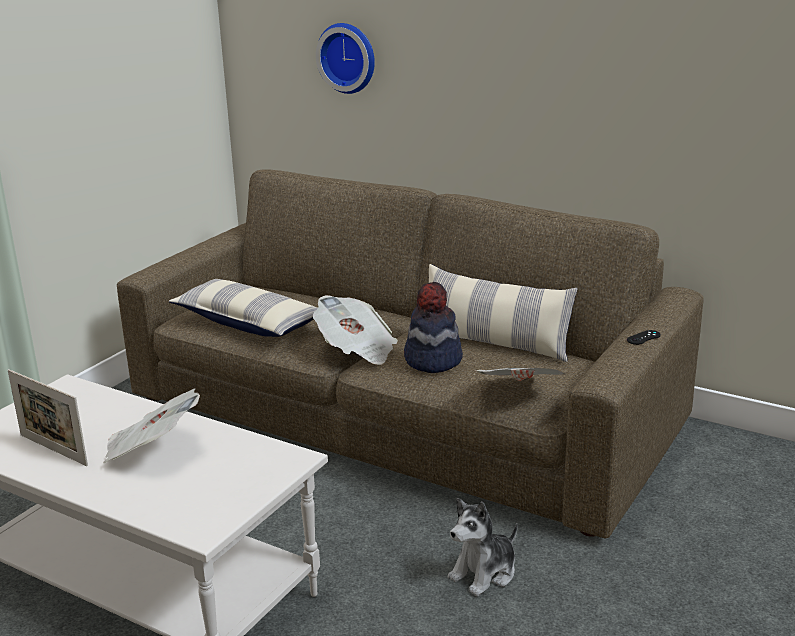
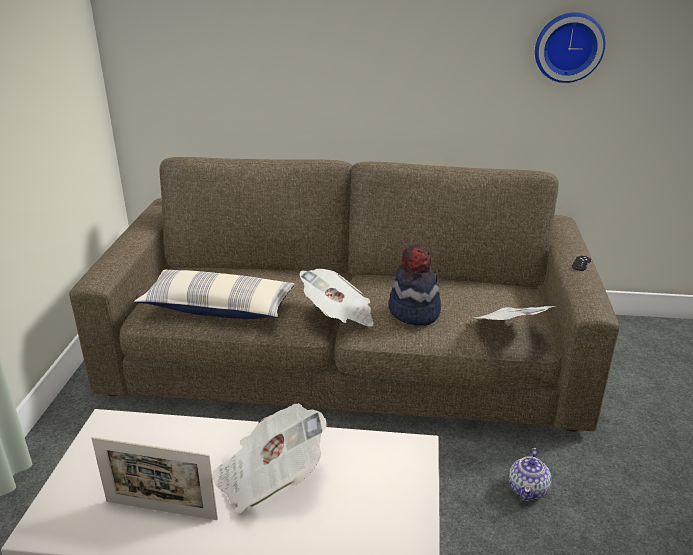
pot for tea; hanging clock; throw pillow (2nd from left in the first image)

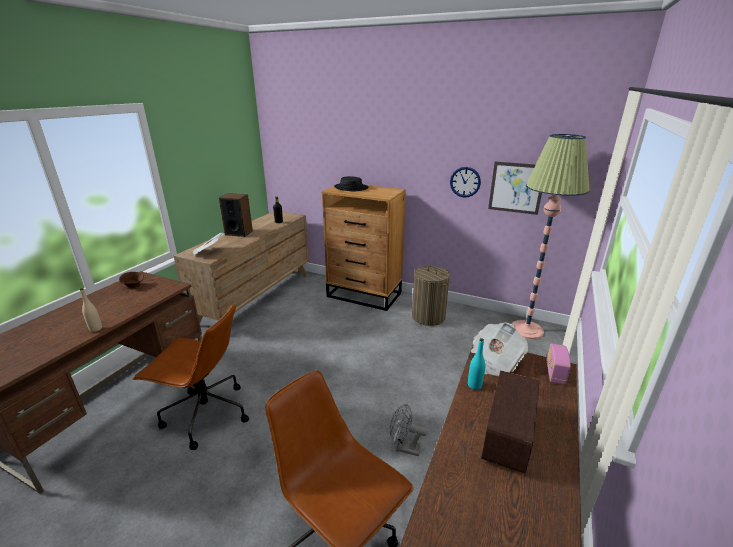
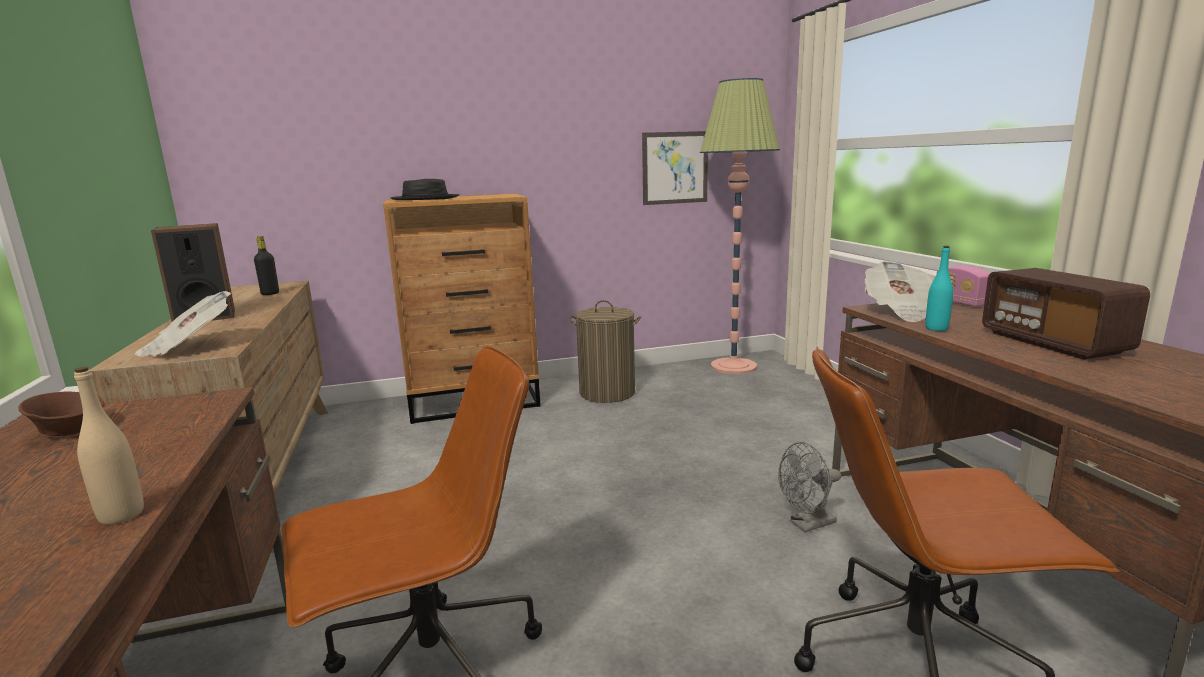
hanging clock

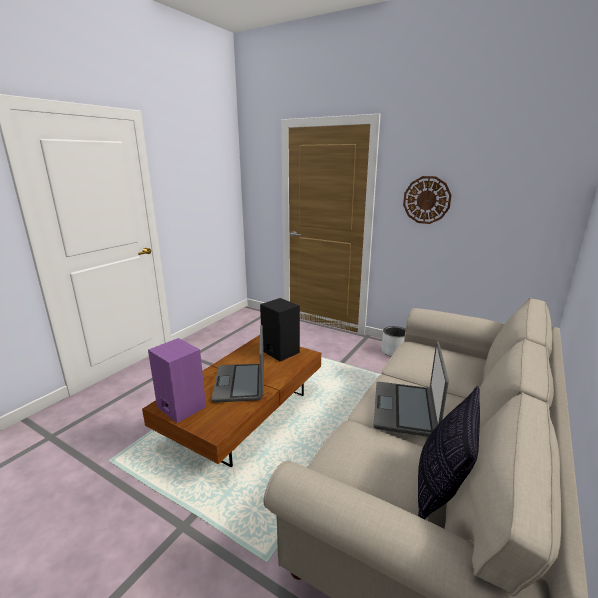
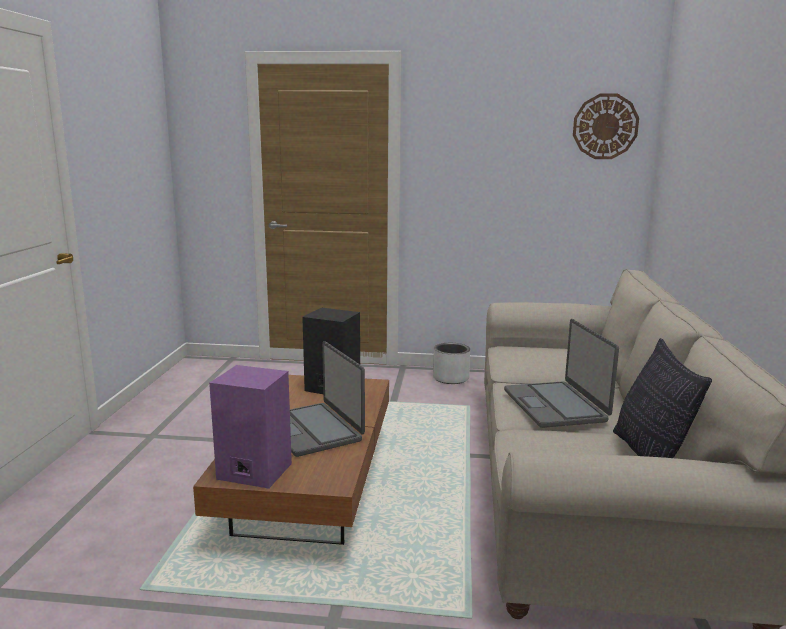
hanging clock

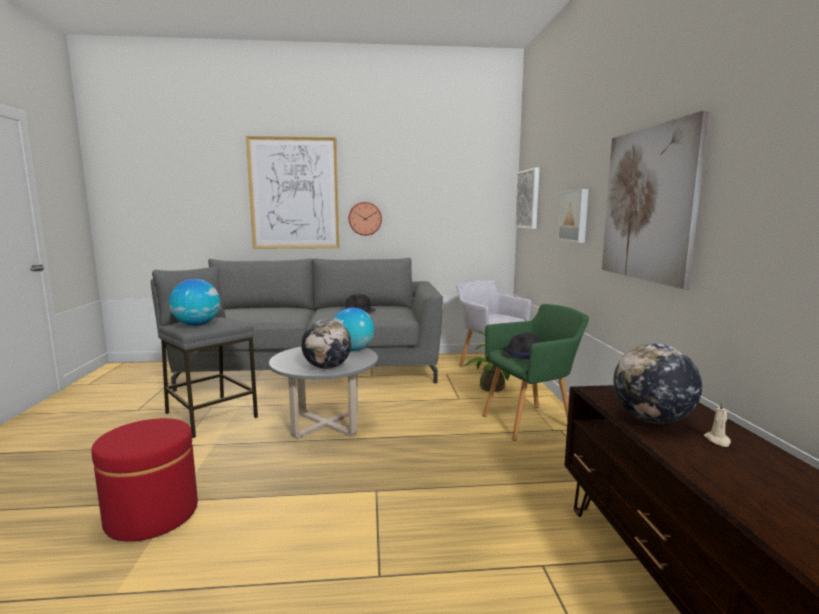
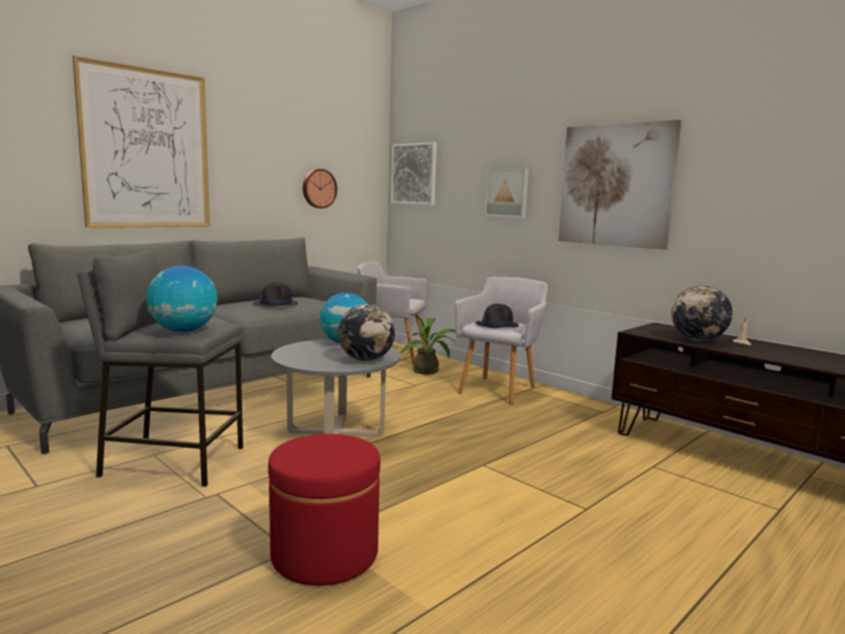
hanging clock; easy chair in grey (2nd from left)

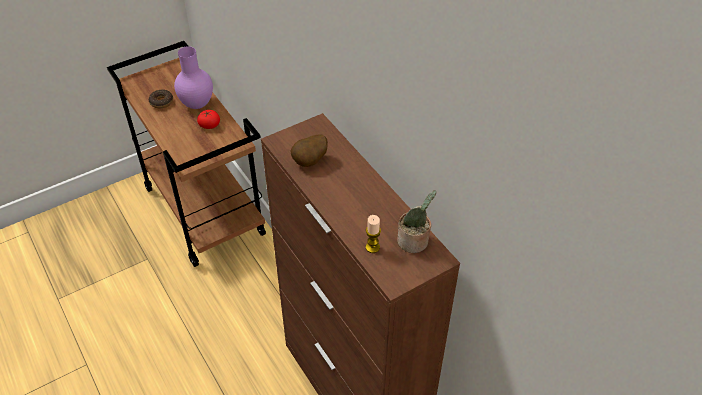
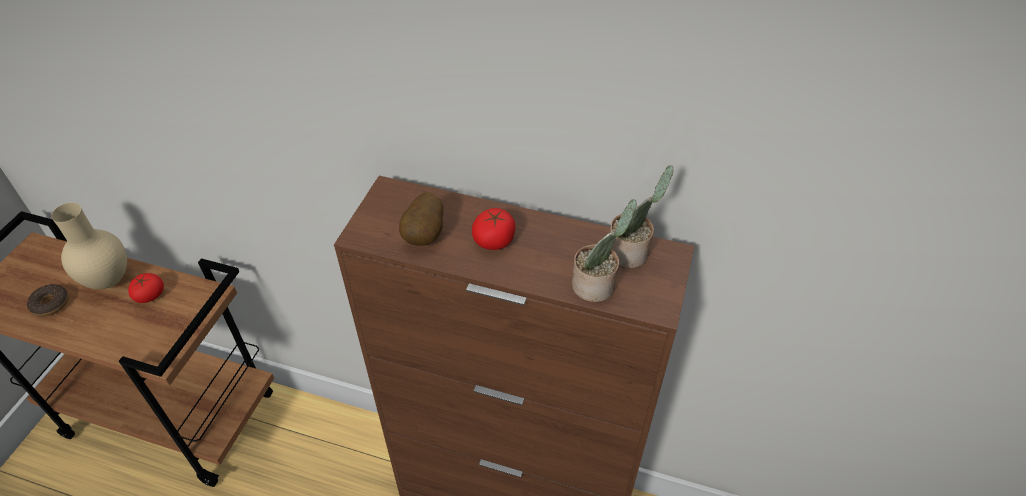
vase in beige; whole tomato (2nd from left); plant in a pot (1st from left)

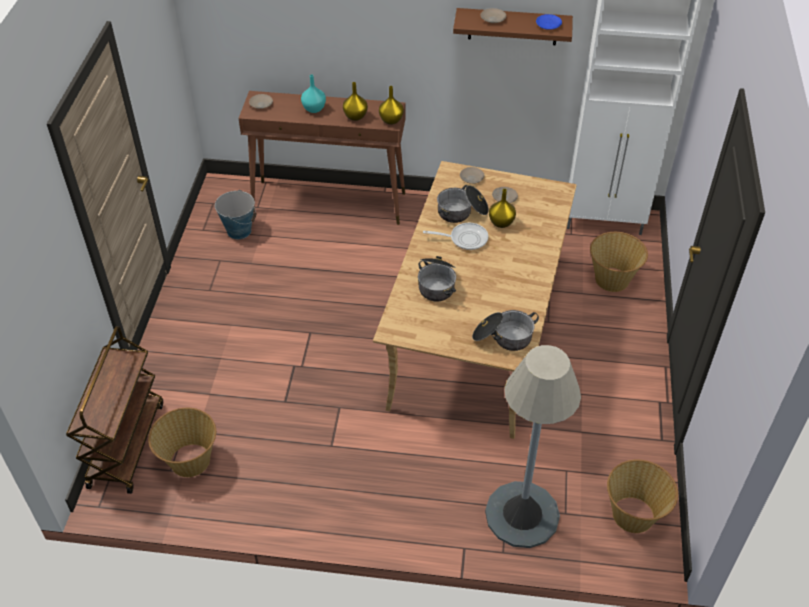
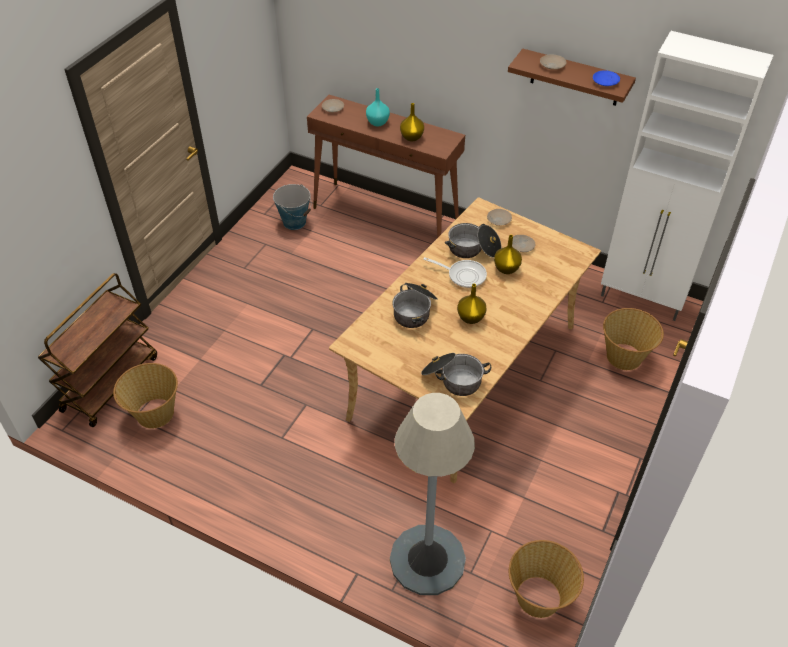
vase in yellow (2nd from left)

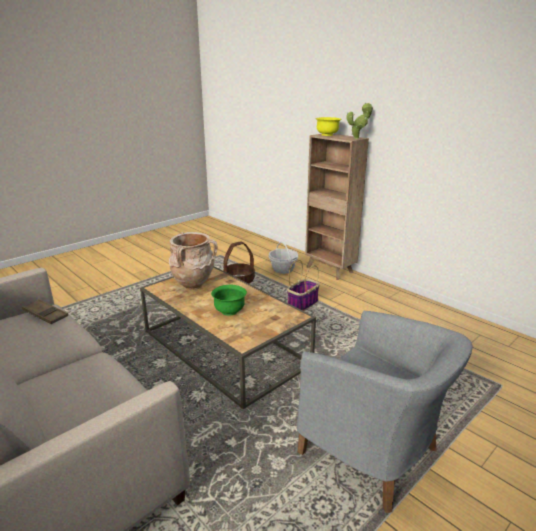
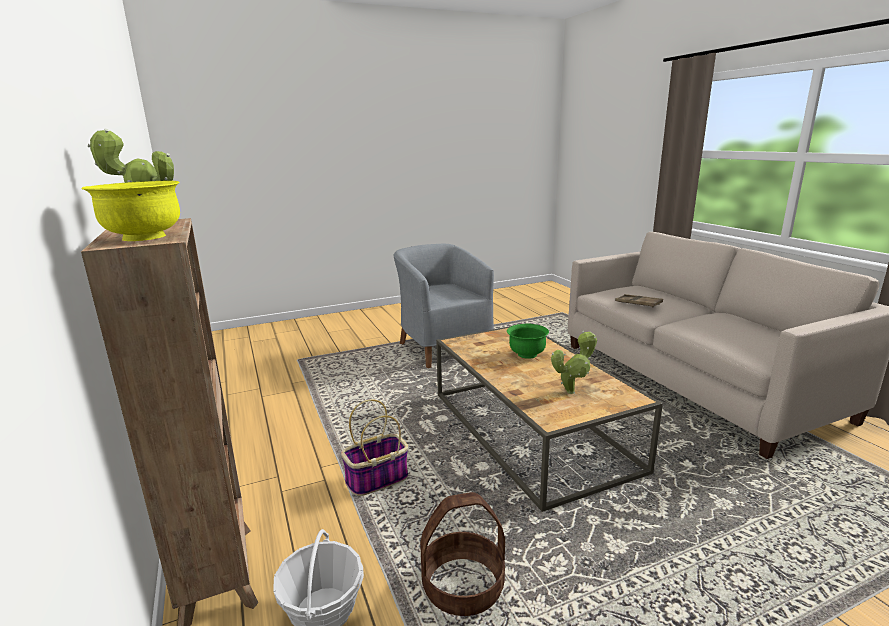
plant in a pot (2nd from left); serving tray in brownish

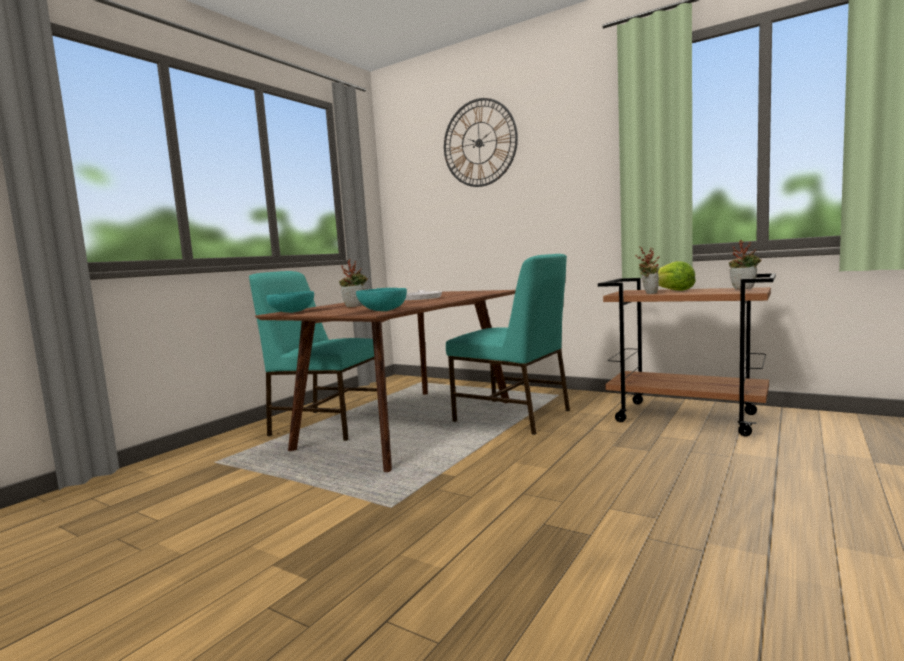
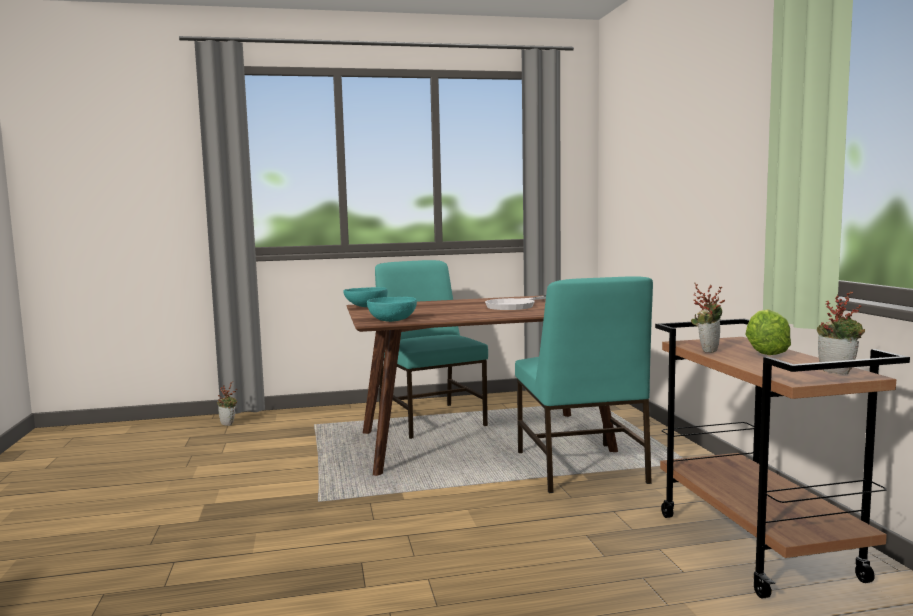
plant in a pot (1st from left); hanging clock

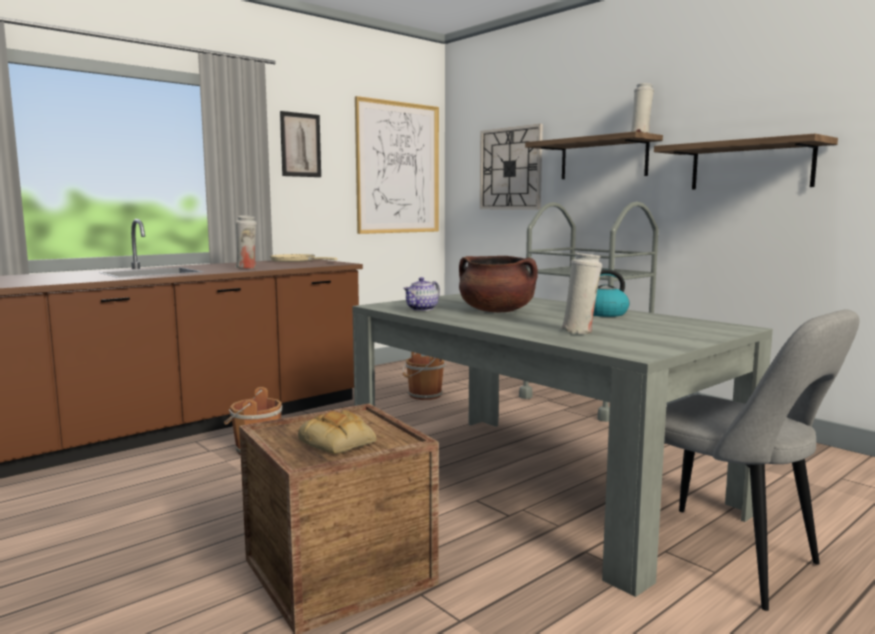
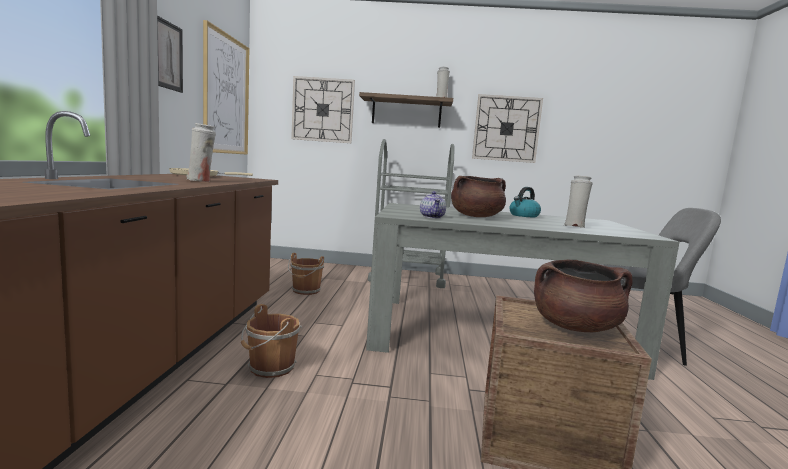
hanging clock (2nd from left); stockpot in brownish (2nd from left)

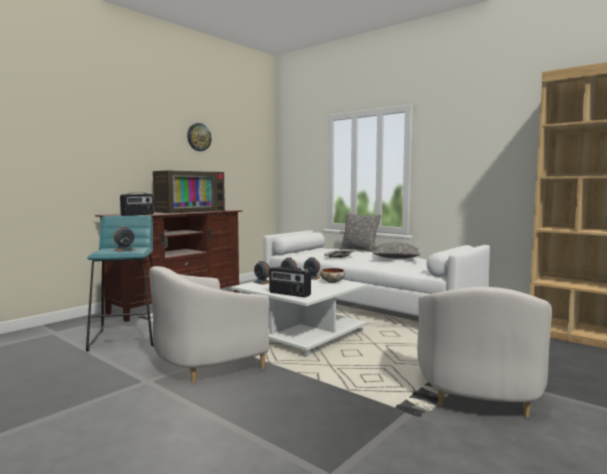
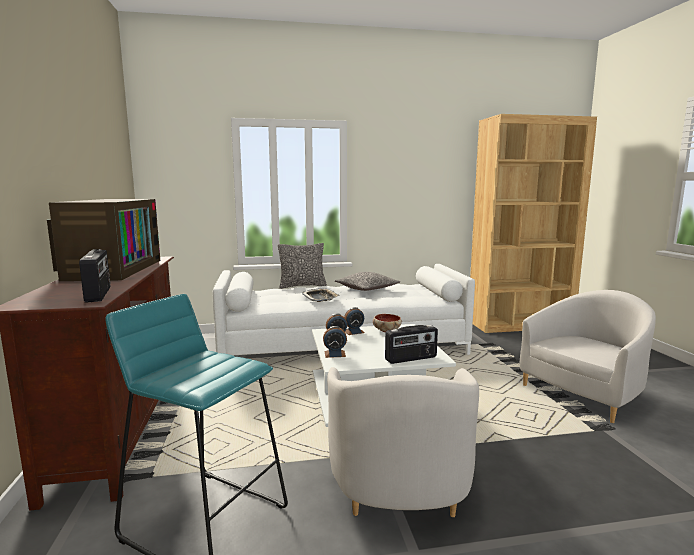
easy chair in white-coloured (2nd from left); alarm clock (1st from left in the first image); hanging clock

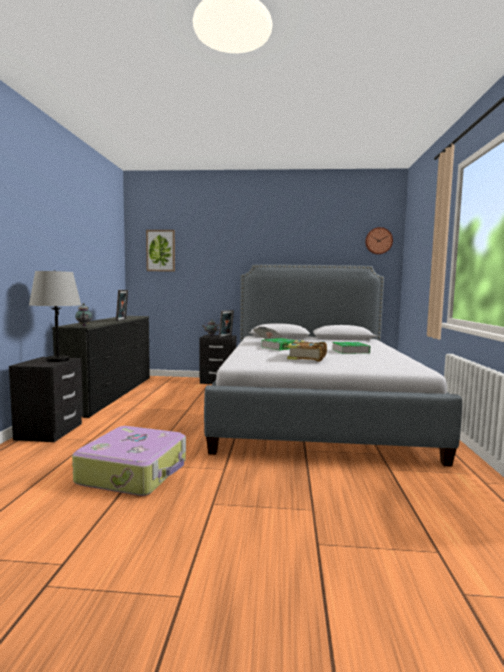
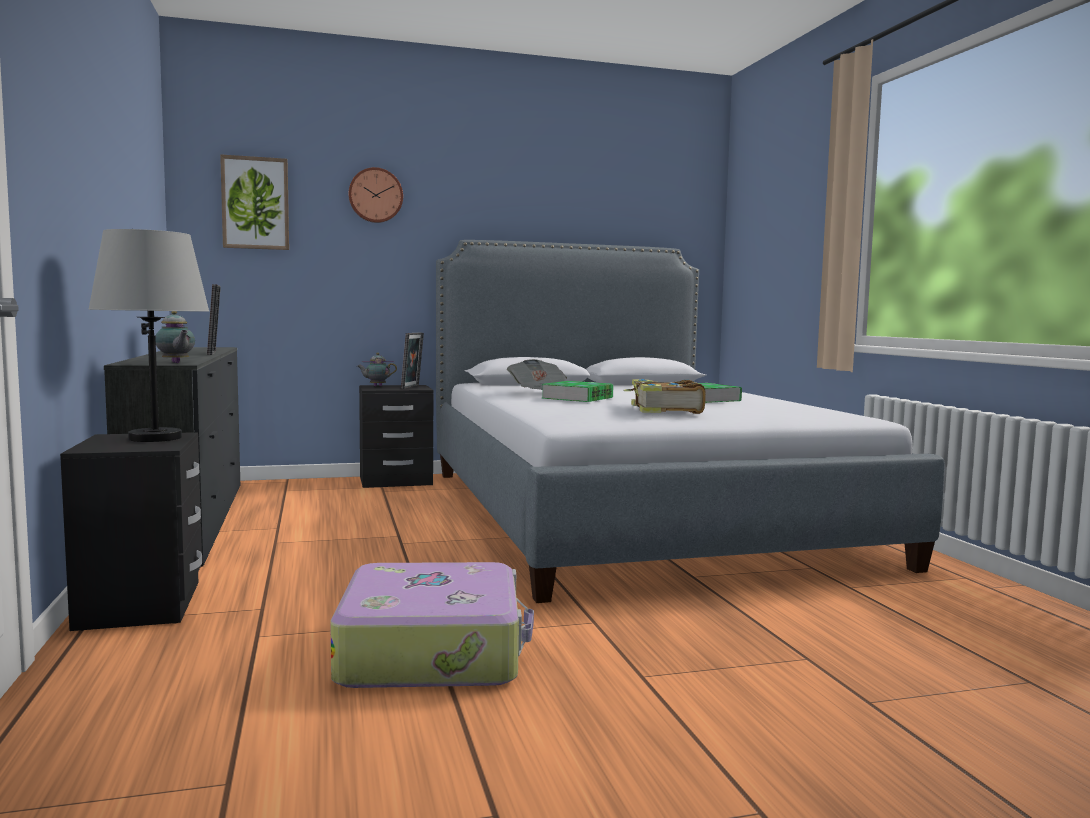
hanging clock

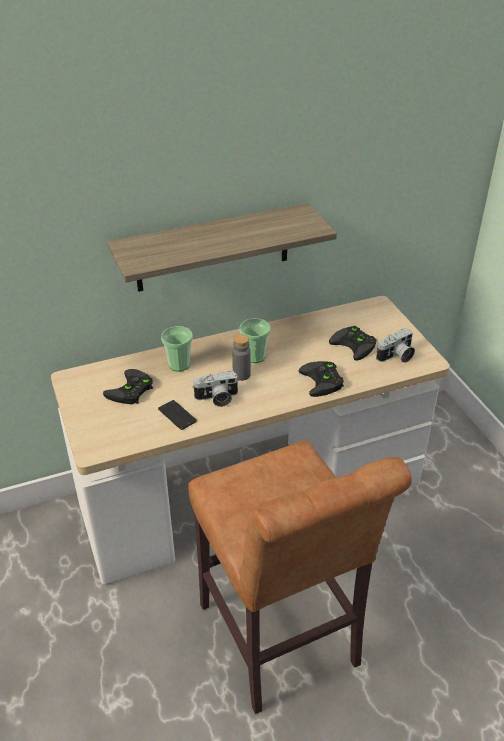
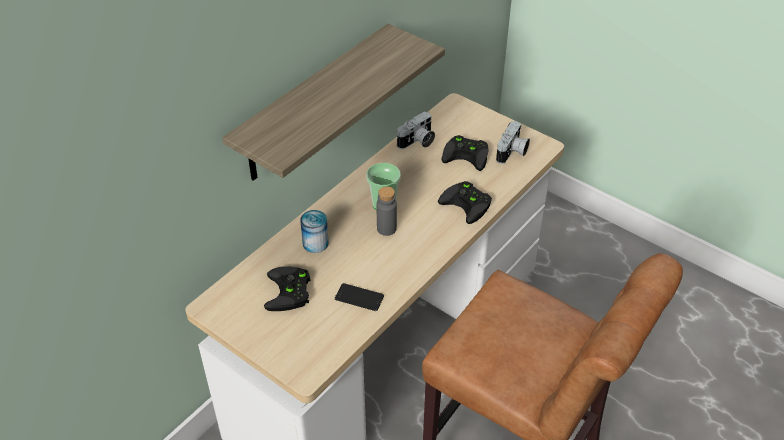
sealed can; photo camera (1st from left)

